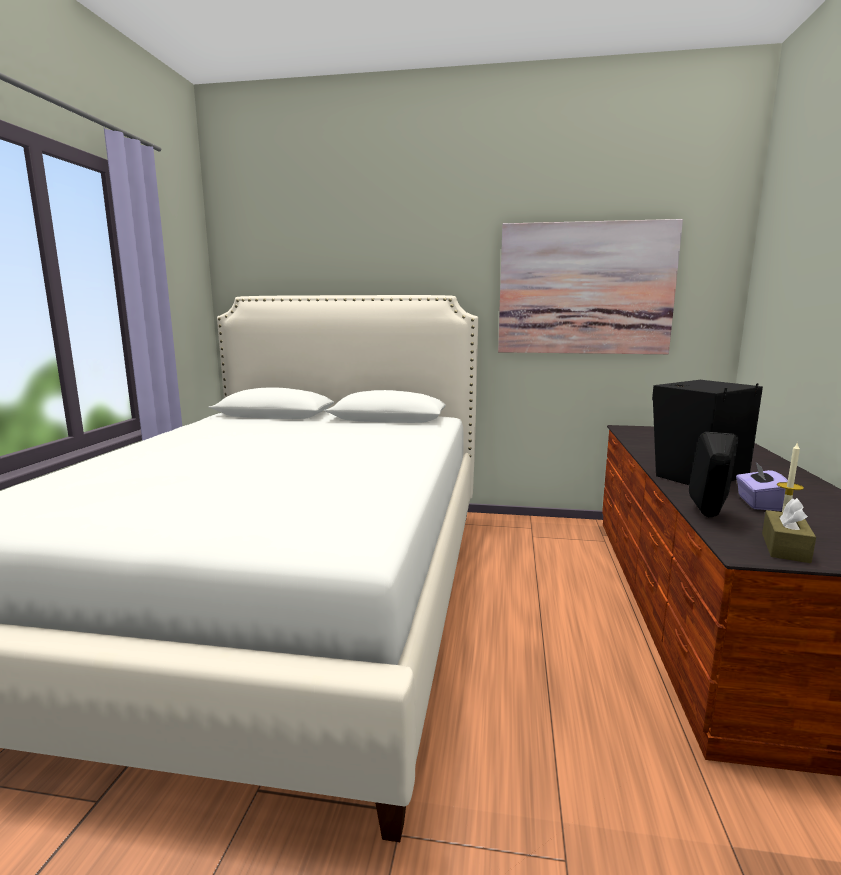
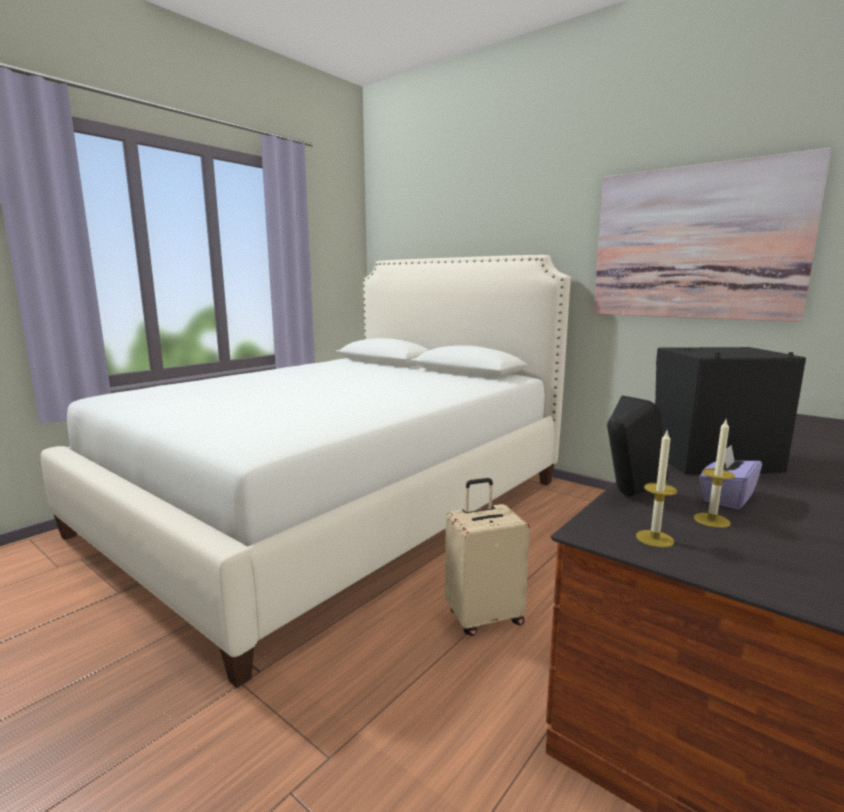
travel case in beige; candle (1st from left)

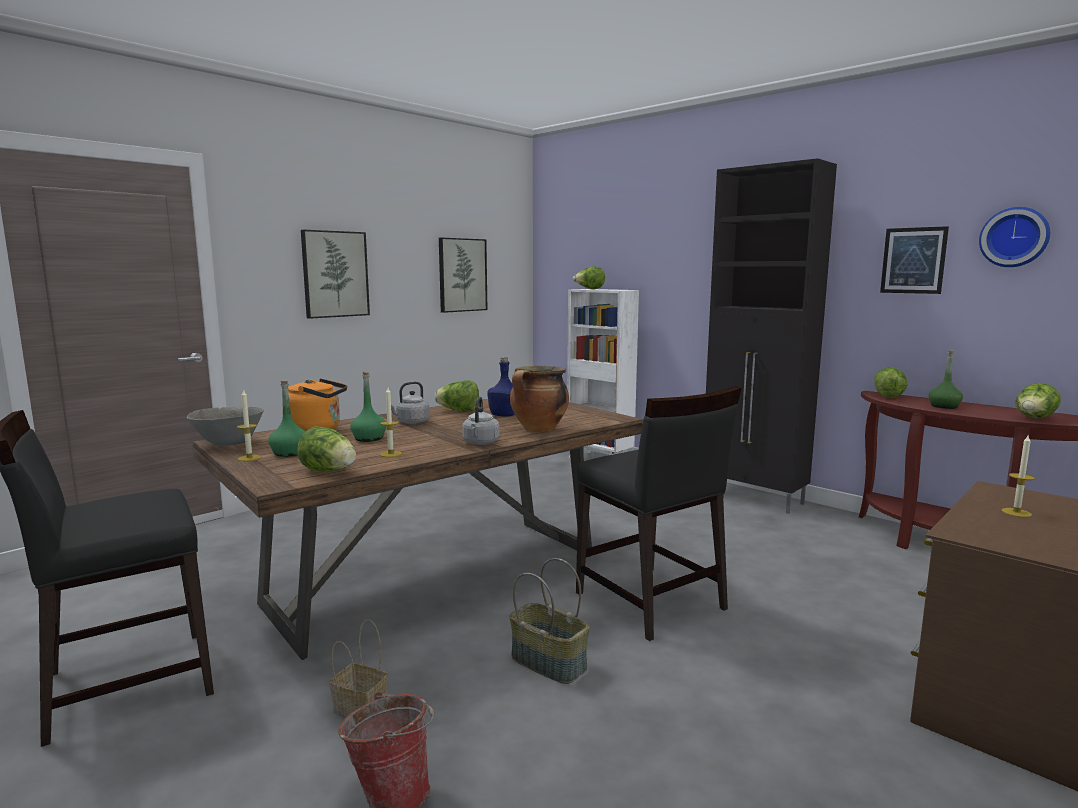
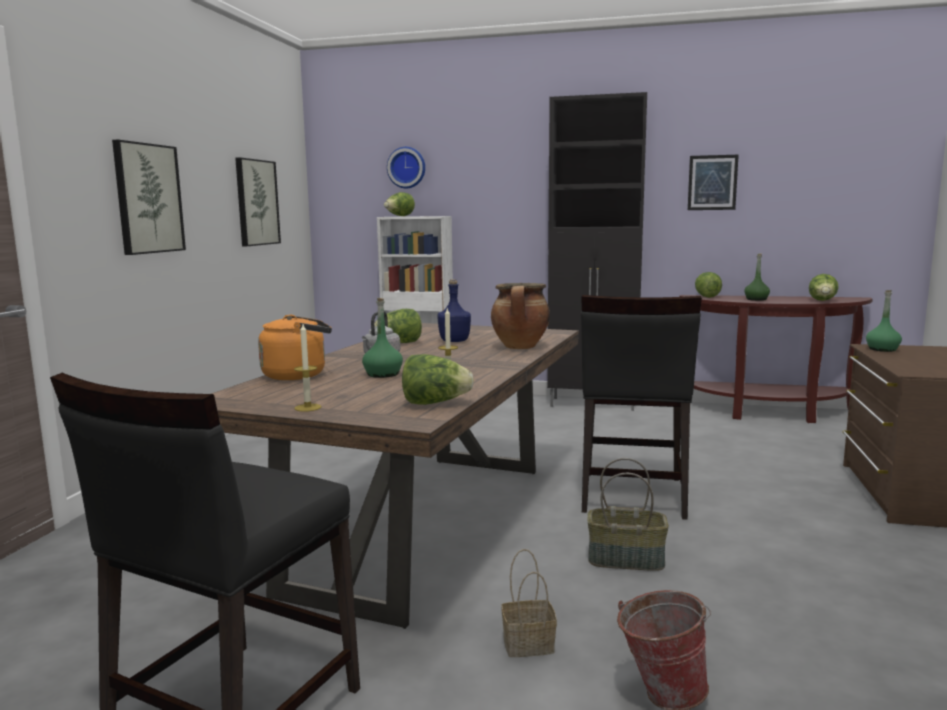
hanging clock; plain chair in black (2nd from left); bottle in green-coloured (3rd from left); serving bowl in grey; tea kettle in grey (2nd from left in the first image); candle (3rd from left in the first image)

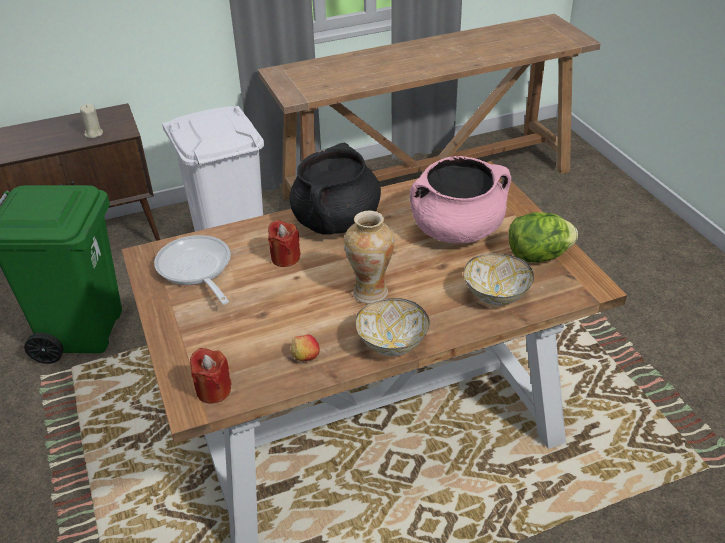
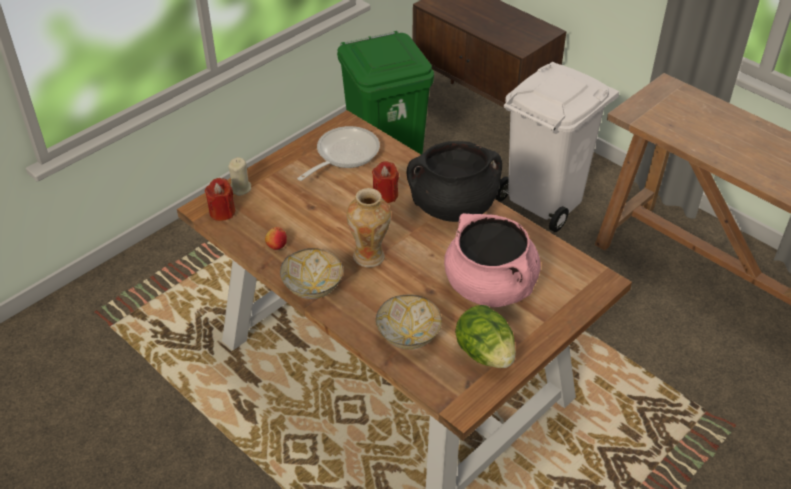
candle in beige

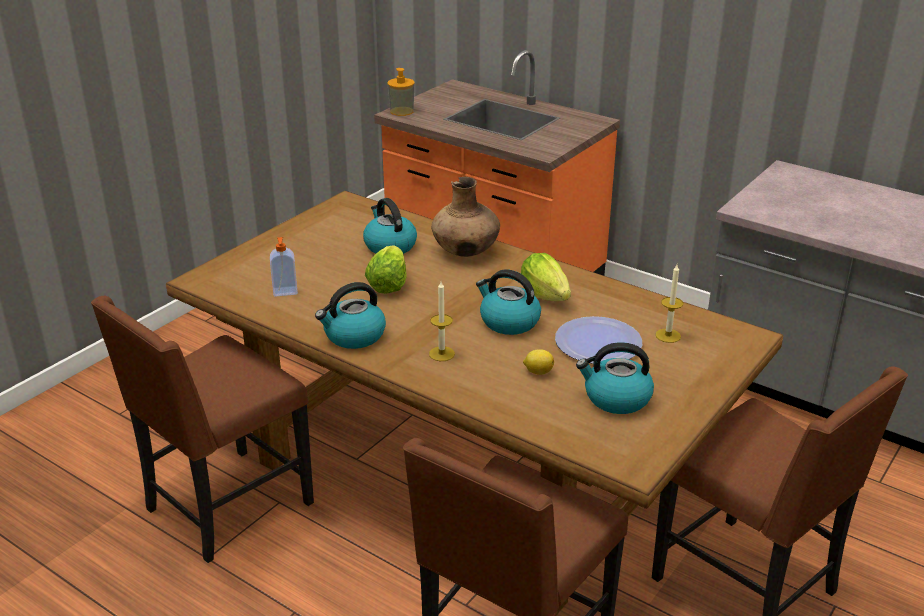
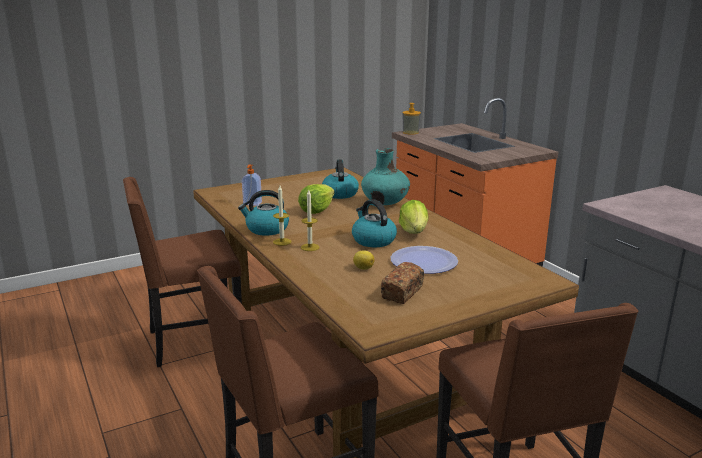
candle (1st from left); vase in turquoise; bakery bread

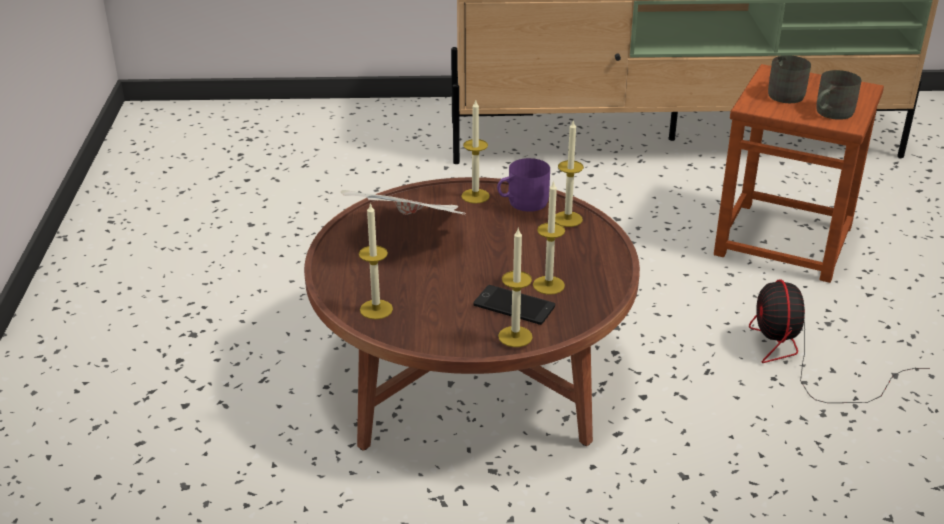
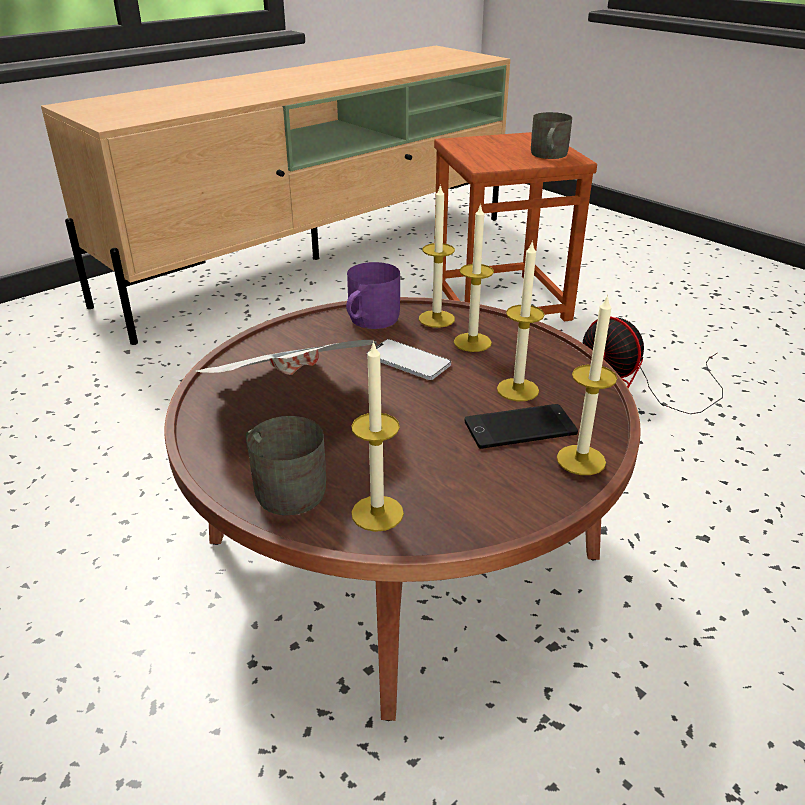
tea mug in grey (1st from left); telephone (1st from left); candle (3rd from left)

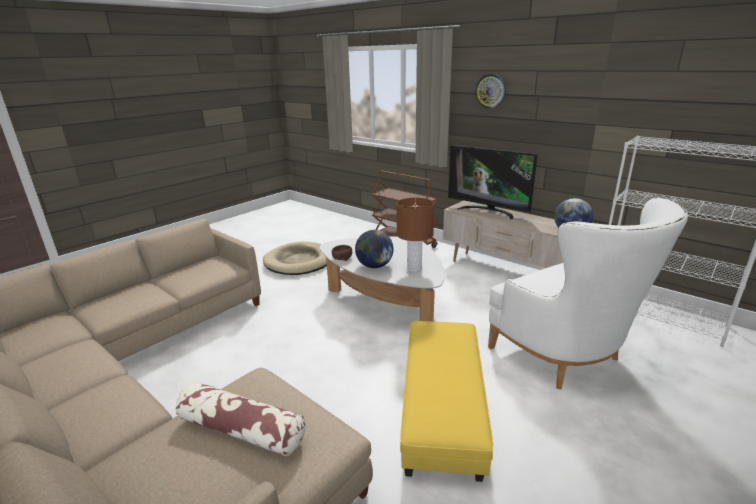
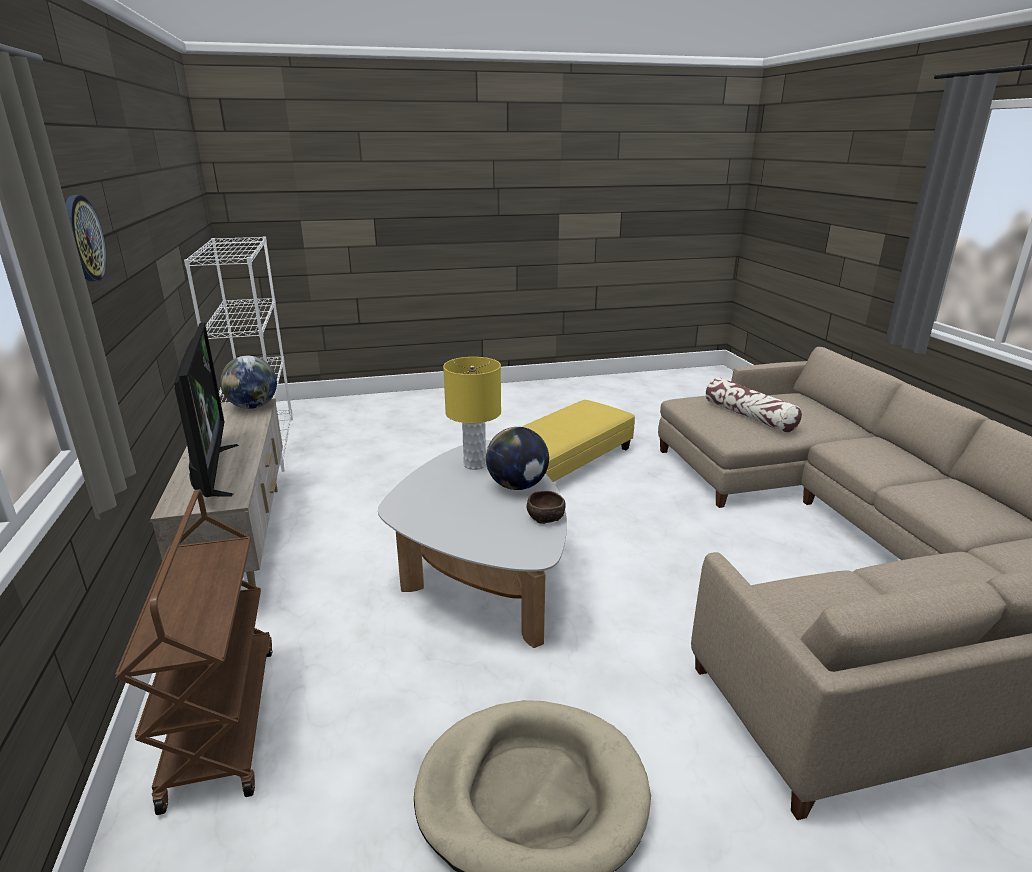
table lamp in yellow; easy chair in white-coloured

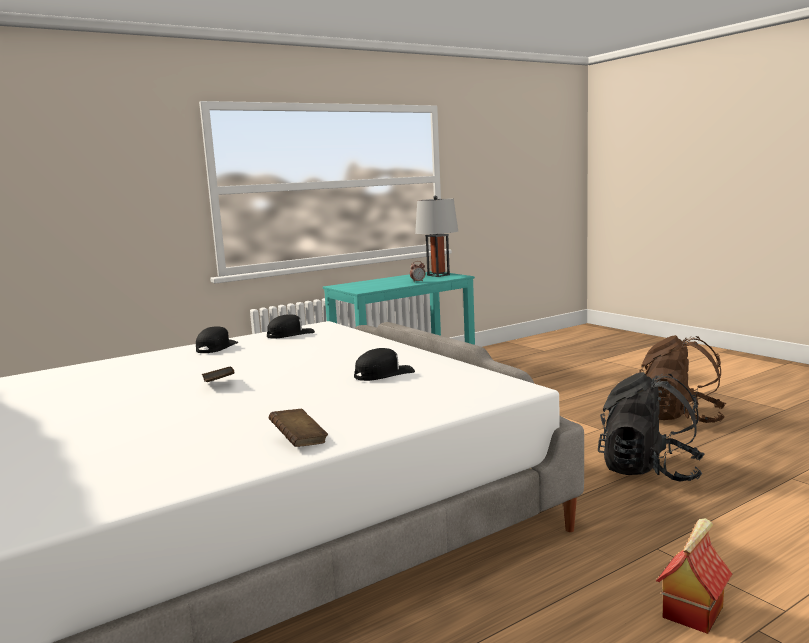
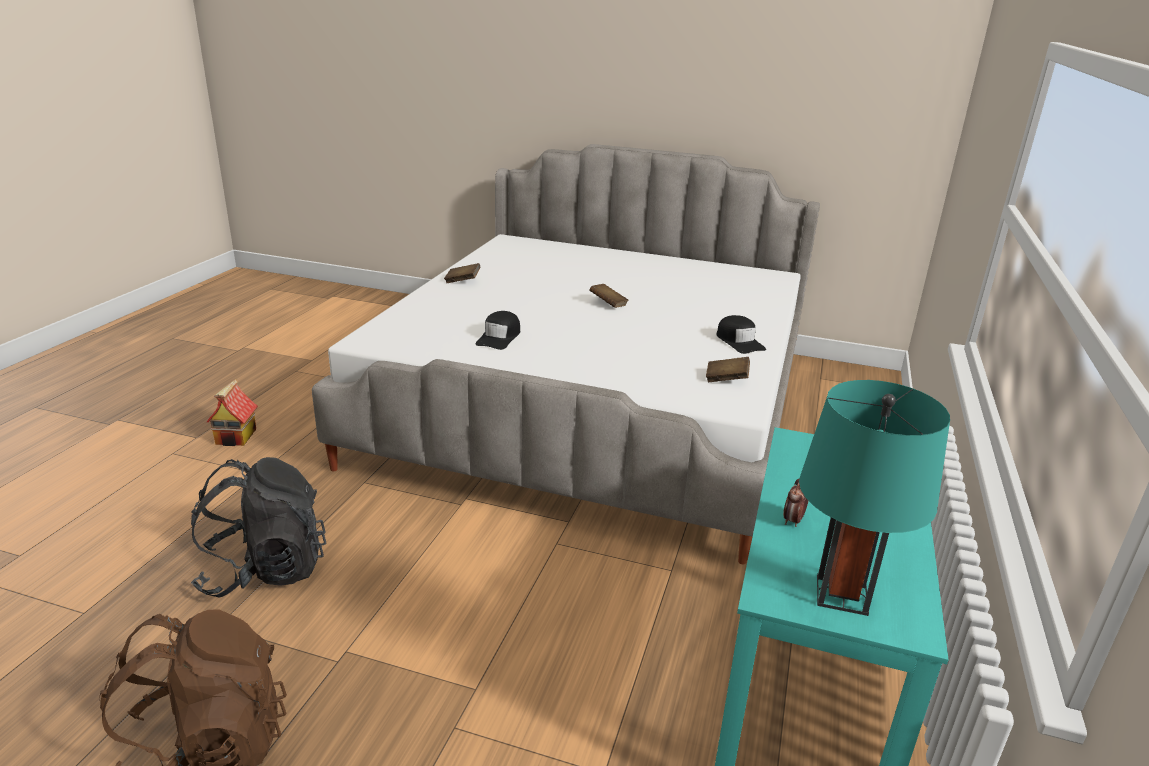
volume in brownish (3rd from left); table lamp in turquoise

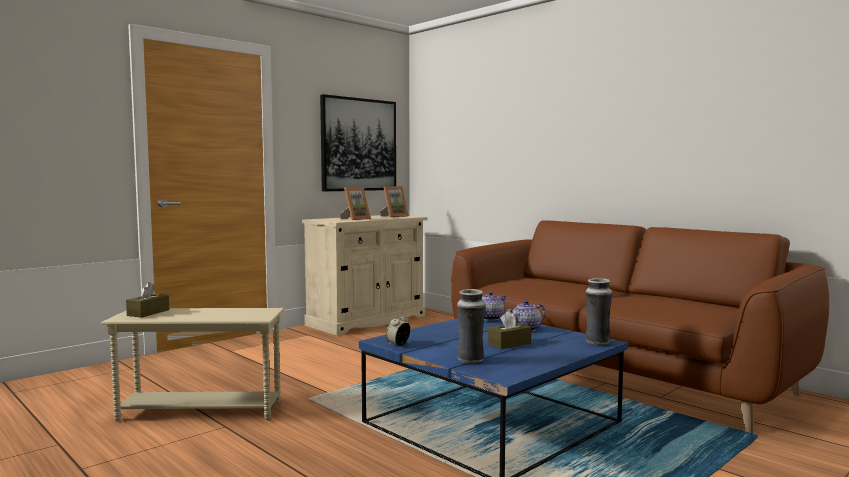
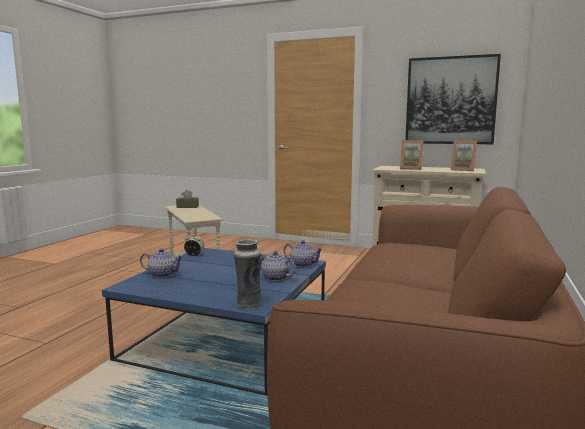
pot for tea (1st from left); tissue holder in brownish (2nd from left in the first image)

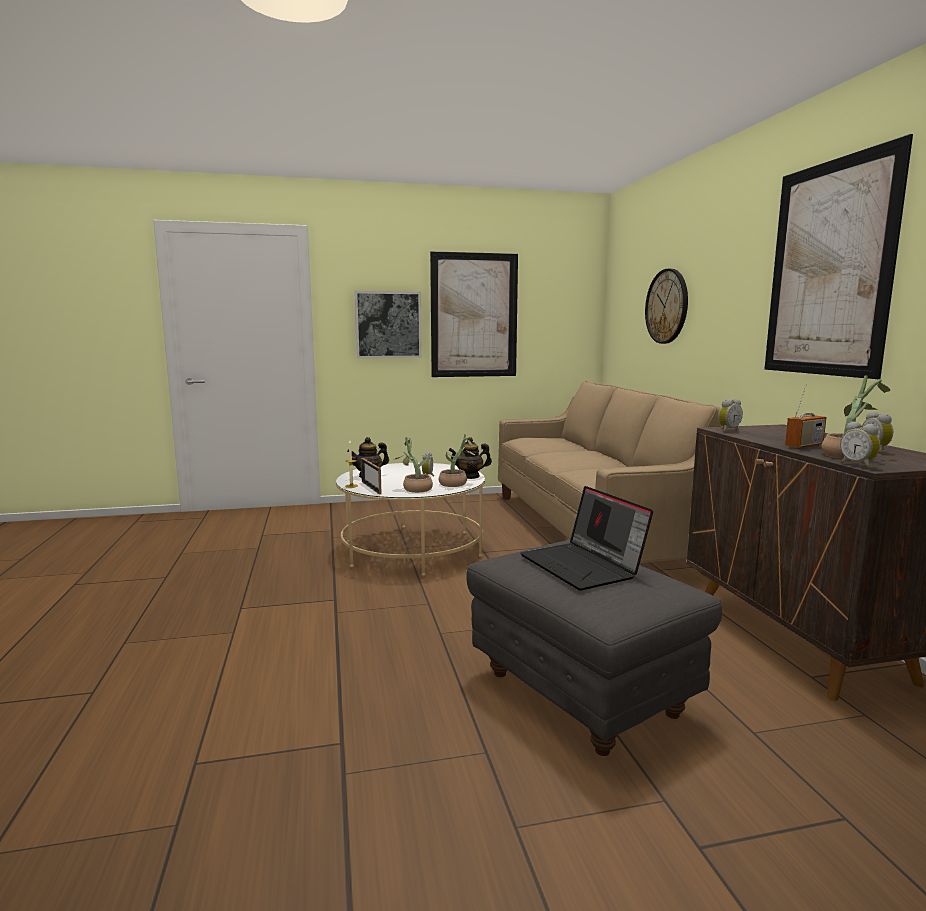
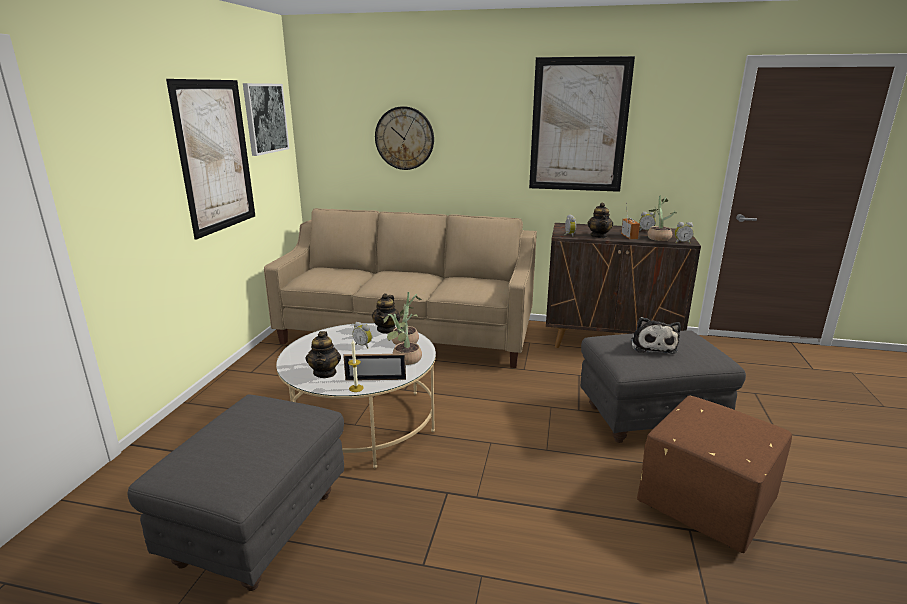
pouffe in grey (1st from left); wall art (2nd from left); pot for tea (3rd from left); plush toy; pouffe in brownish

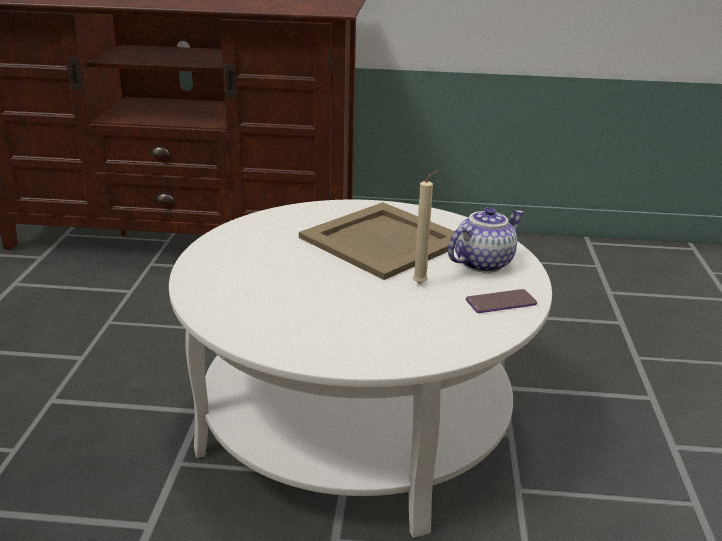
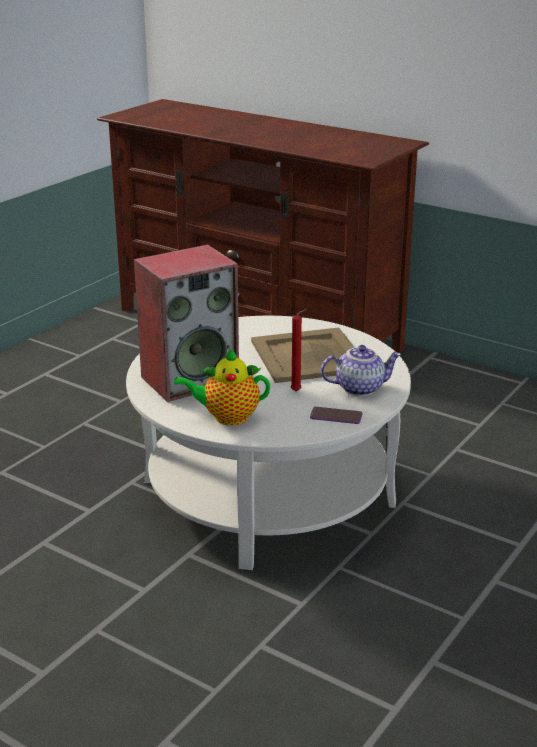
audio speaker; pot for tea (1st from left); candle in red-coloured

